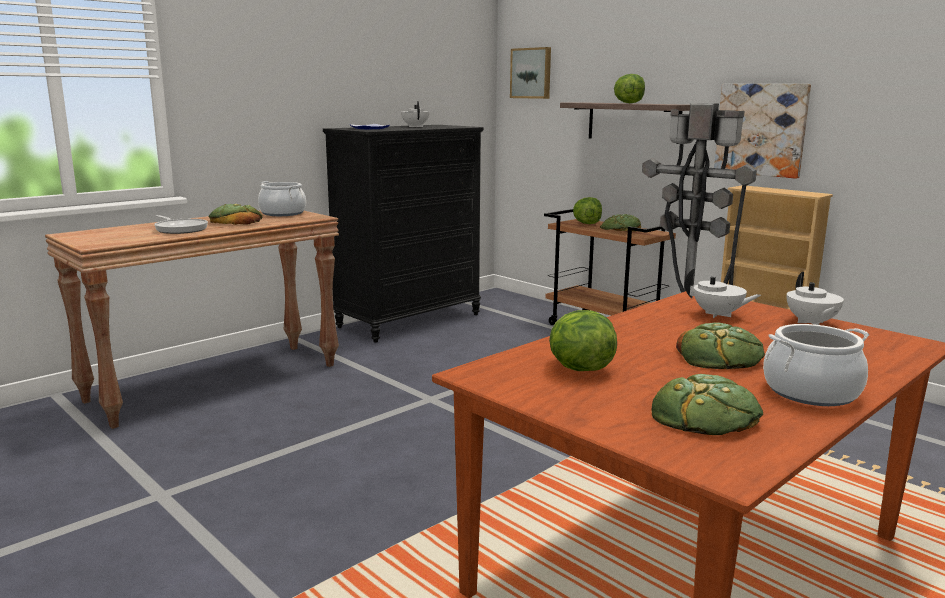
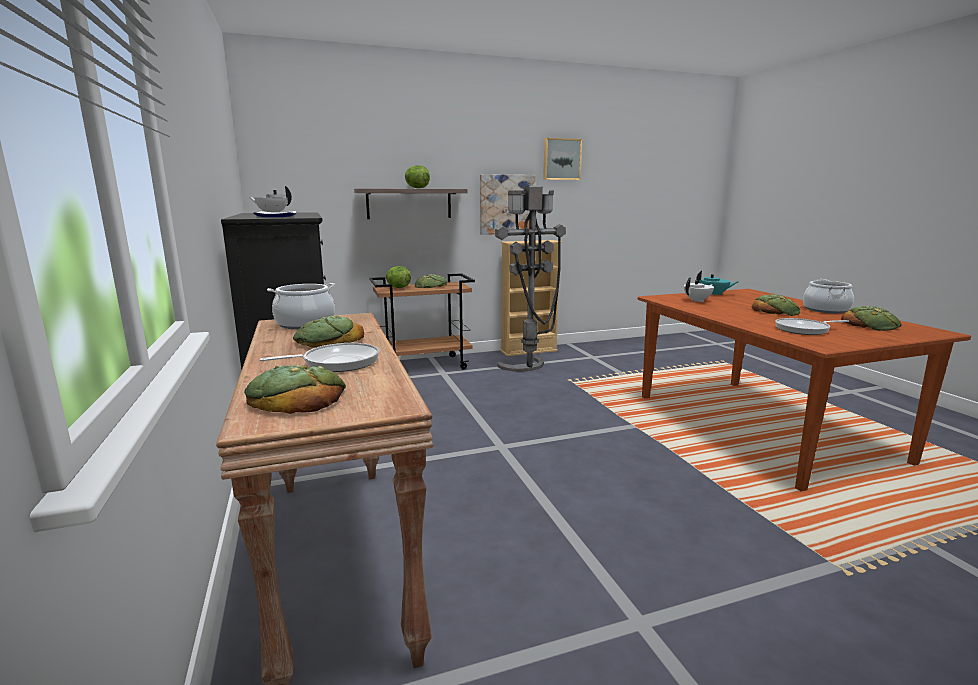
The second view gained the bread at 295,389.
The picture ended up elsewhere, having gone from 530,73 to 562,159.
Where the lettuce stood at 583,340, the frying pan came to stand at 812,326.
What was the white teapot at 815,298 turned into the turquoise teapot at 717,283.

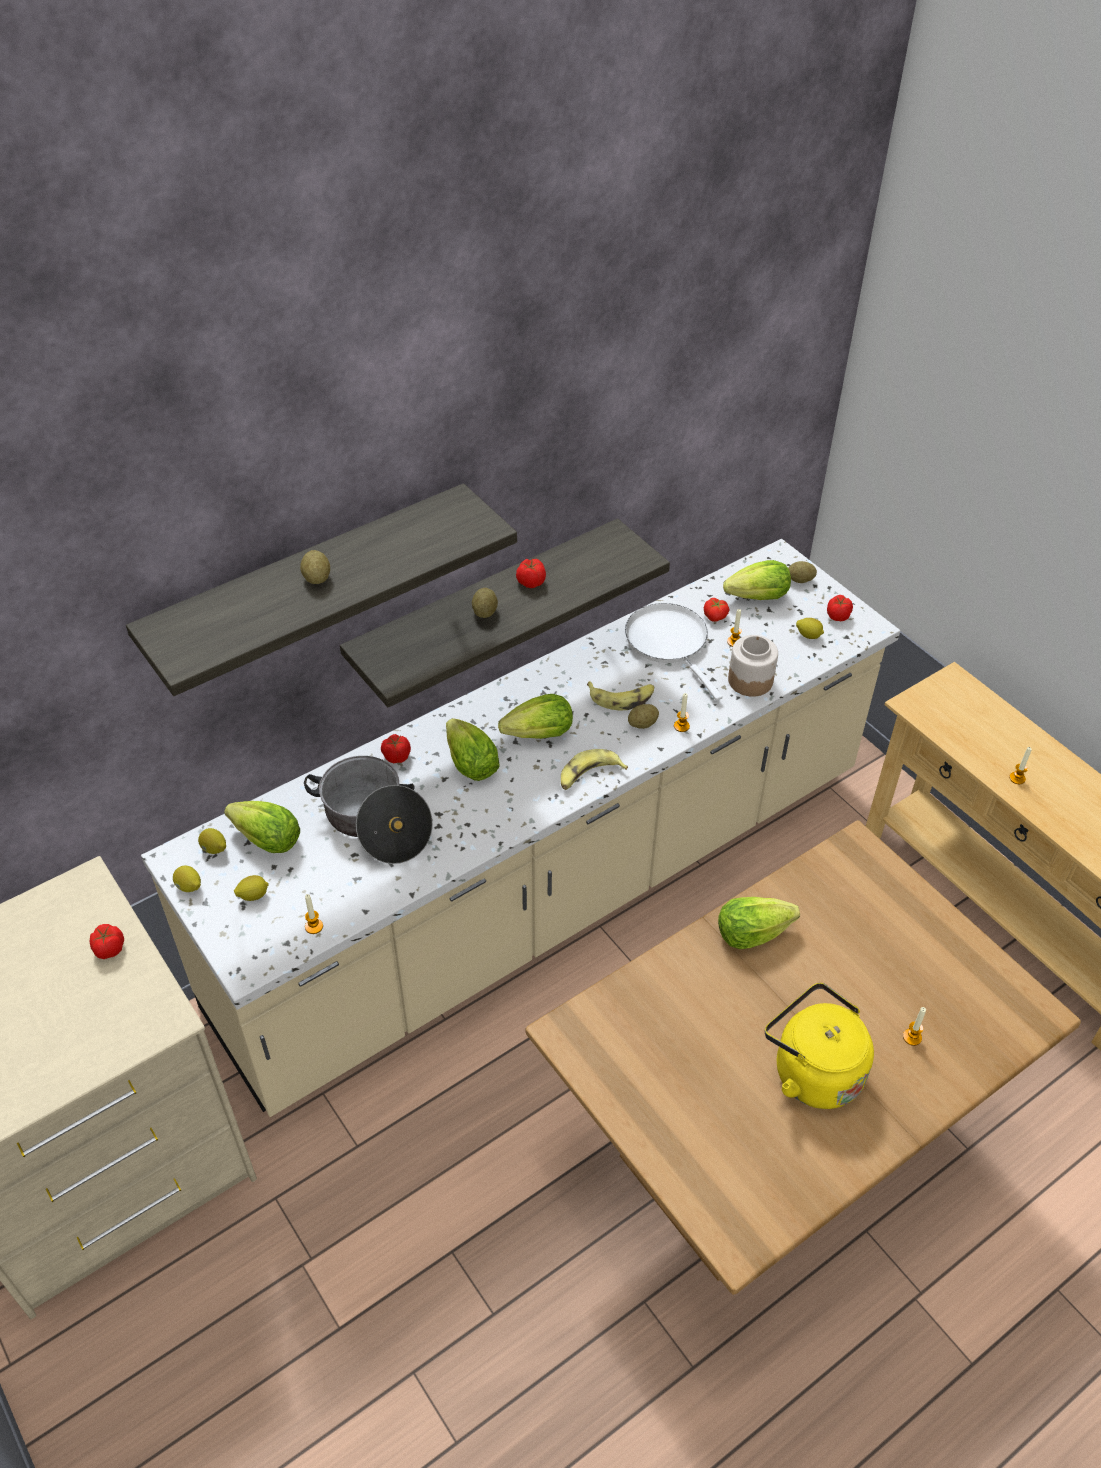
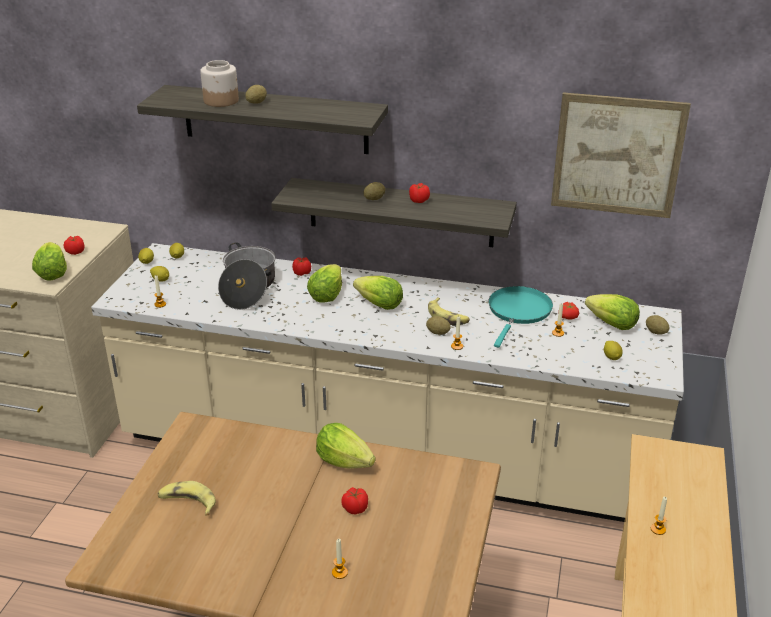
The second view lost the yellow kettle at 819,1046.
The second view gained the picture at 621,155.
The lettuce ended up elsewhere, having gone from 262,827 to 49,261.
The banana ended up elsewhere, having gone from 594,769 to 186,498.
The jar ended up elsewhere, having gone from 753,666 to 219,83.
The tomato ended up elsewhere, having gone from 840,608 to 354,501.
What was the white frying pan at 674,652 turned into the turquoise frying pan at 520,317.

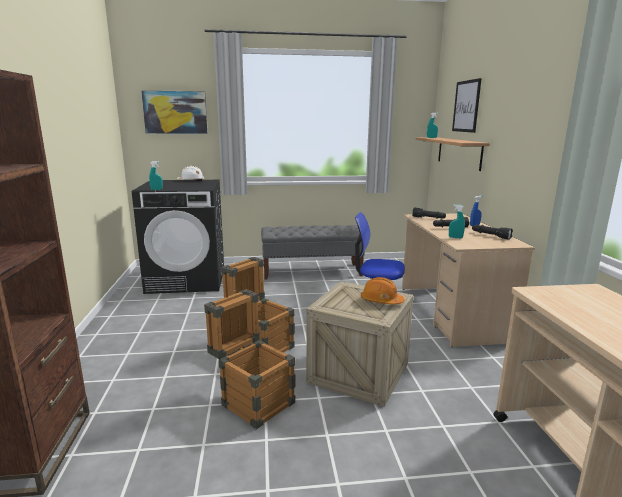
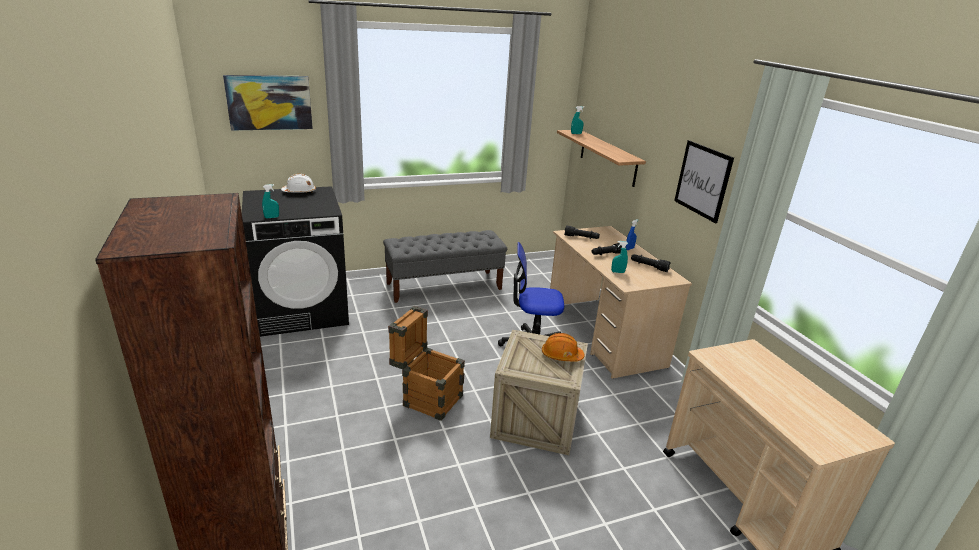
The second view lost the crate at 249,359.
The picture ended up elsewhere, having gone from 467,105 to 704,181.

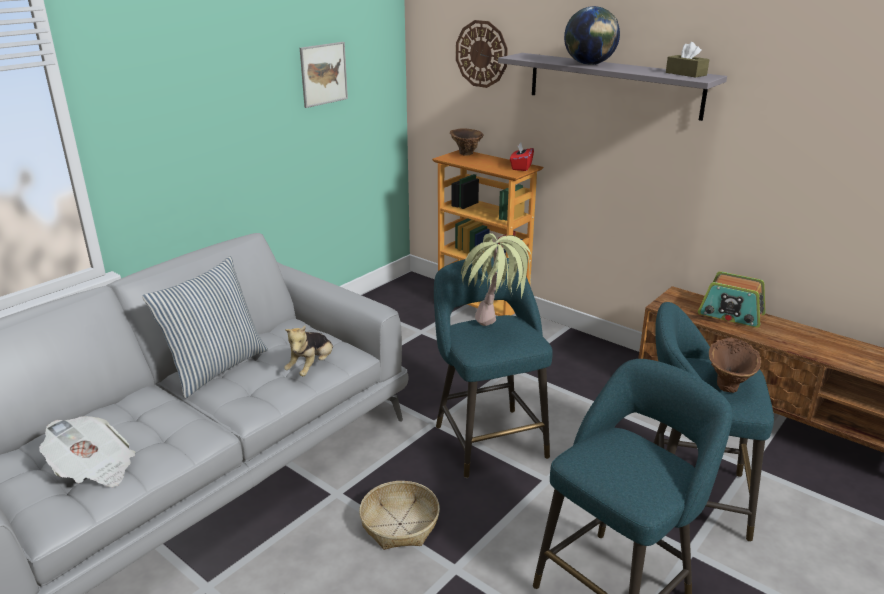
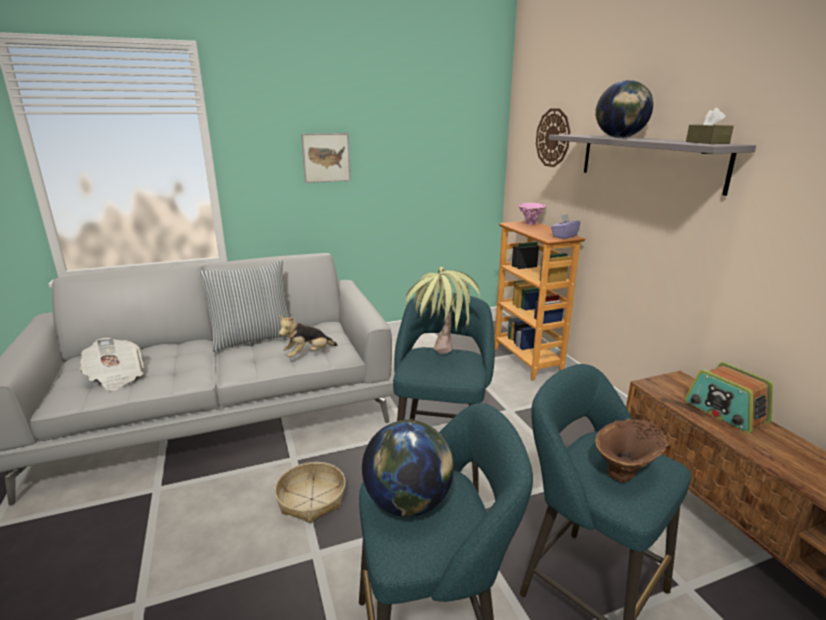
The second view gained the globe at 408,468.
The picture ended up elsewhere, having gone from 324,75 to 326,158.
What was the brown vase at 467,142 turned into the pink vase at 532,214.
What was the red tissue box at 522,157 turned into the purple tissue box at 566,226.

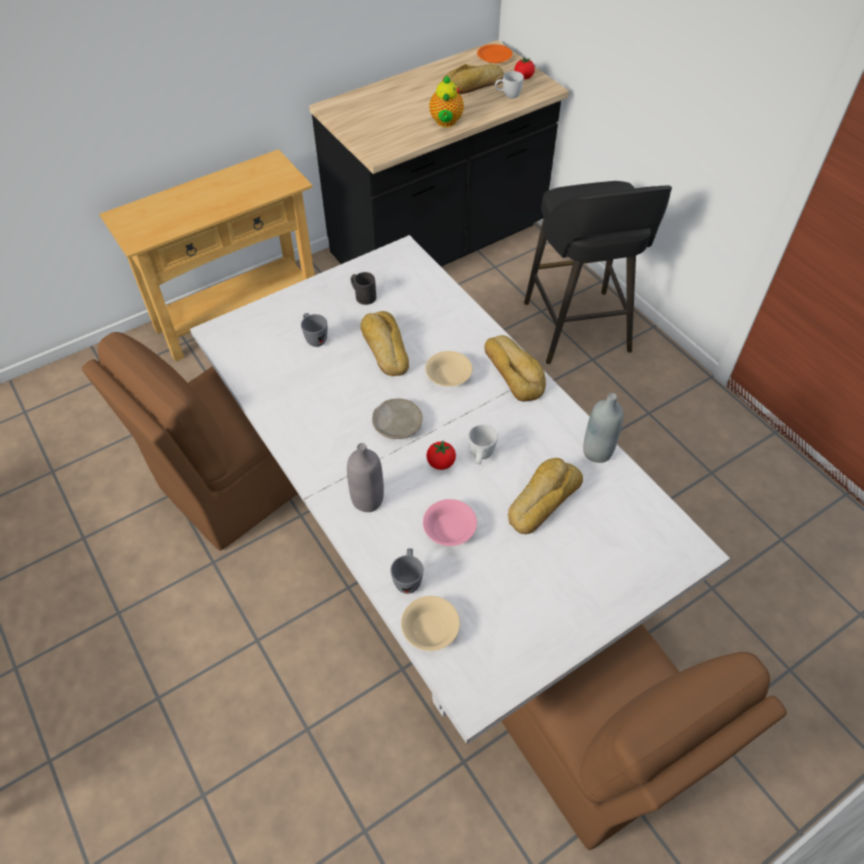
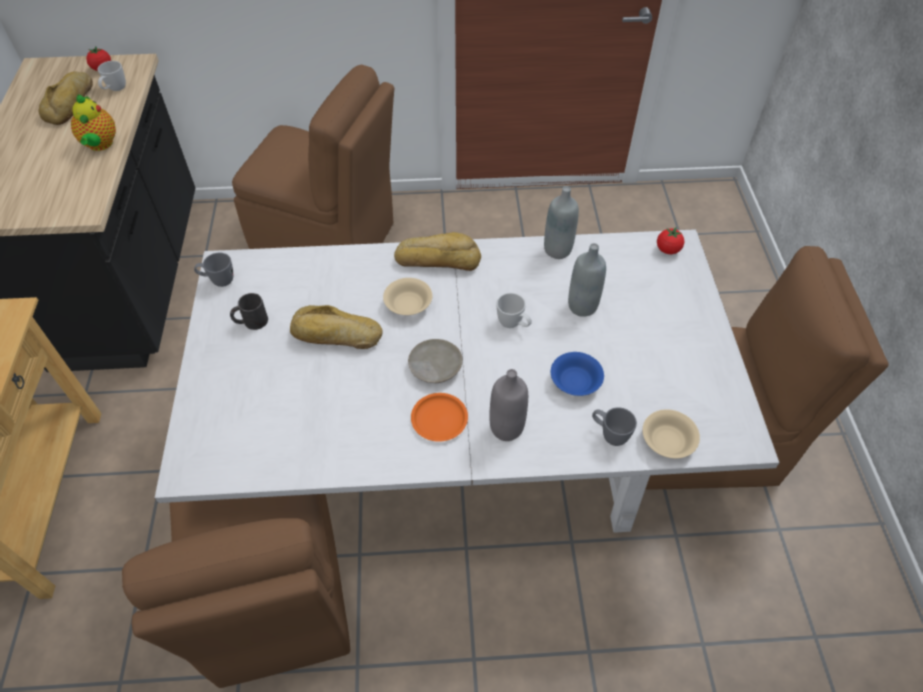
The grey mug ended up elsewhere, having gone from 314,330 to 213,270.
The tomato ended up elsewhere, having gone from 441,455 to 670,240.
The orange plate ended up elsewhere, having gone from 495,53 to 439,417.
Where the bread stood at 545,496, the grey bottle came to stand at 587,280.
Where the black stool stood at 598,272, the brown chair came to stand at 313,157.
What was the pink bowl at 450,522 turned into the blue bowl at 577,374.
The teapot at 446,101 ended up facing another way, 45 degrees clockwise from before.

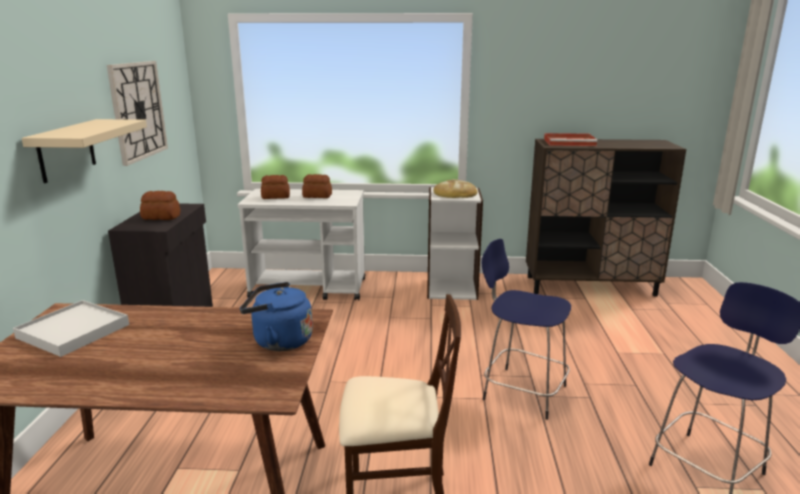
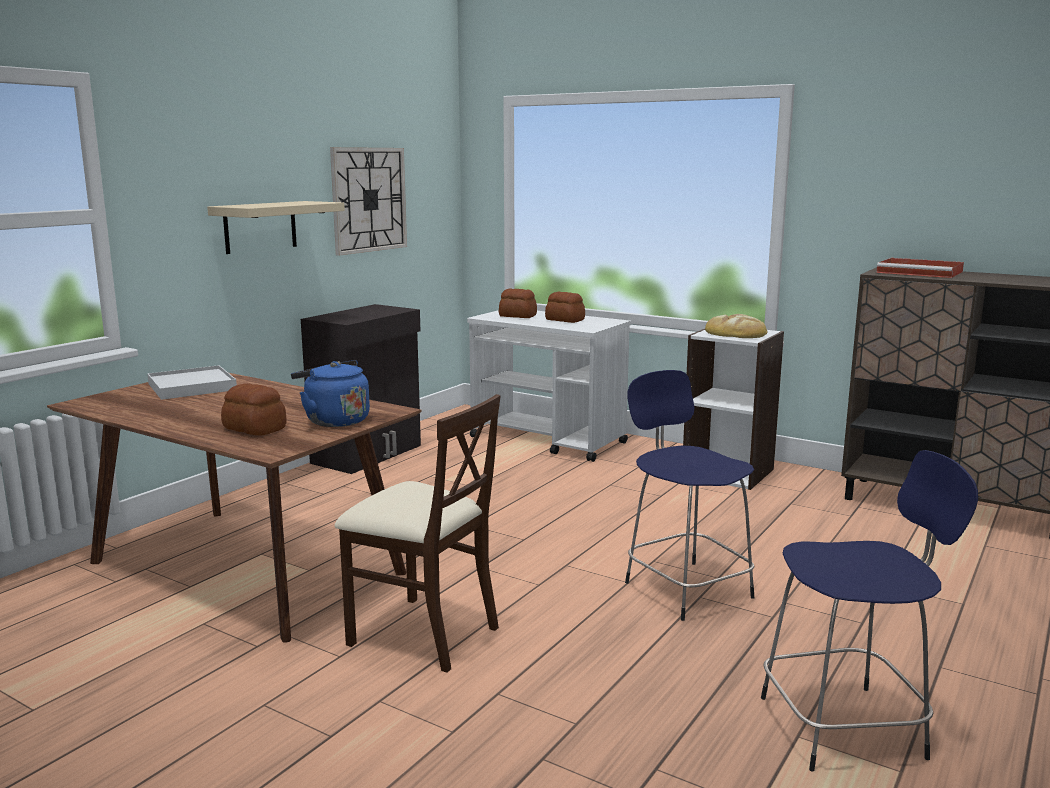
The bread ended up elsewhere, having gone from 160,205 to 254,409.

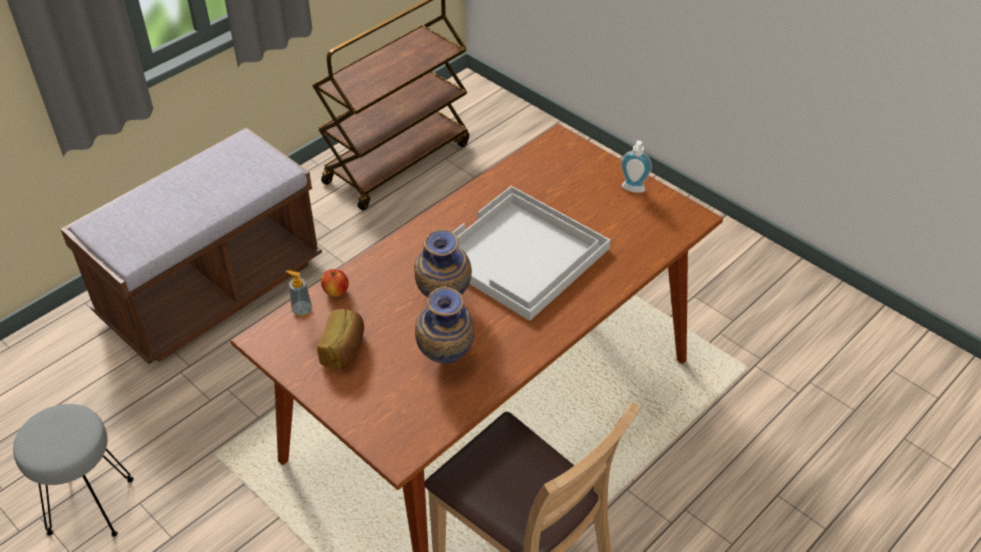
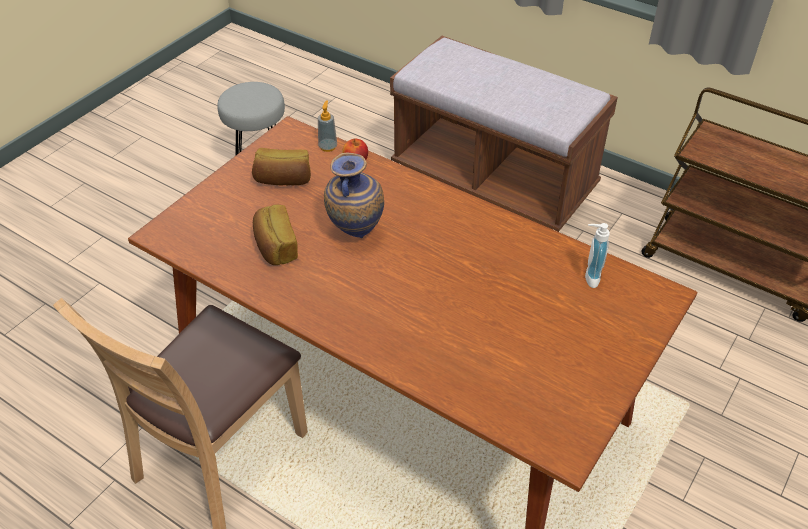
The second view lost the white tray at 531,253.
The soap dispenser ended up elsewhere, having gone from 636,166 to 597,255.
Where the vase stood at 445,325, the bread came to stand at 275,235.

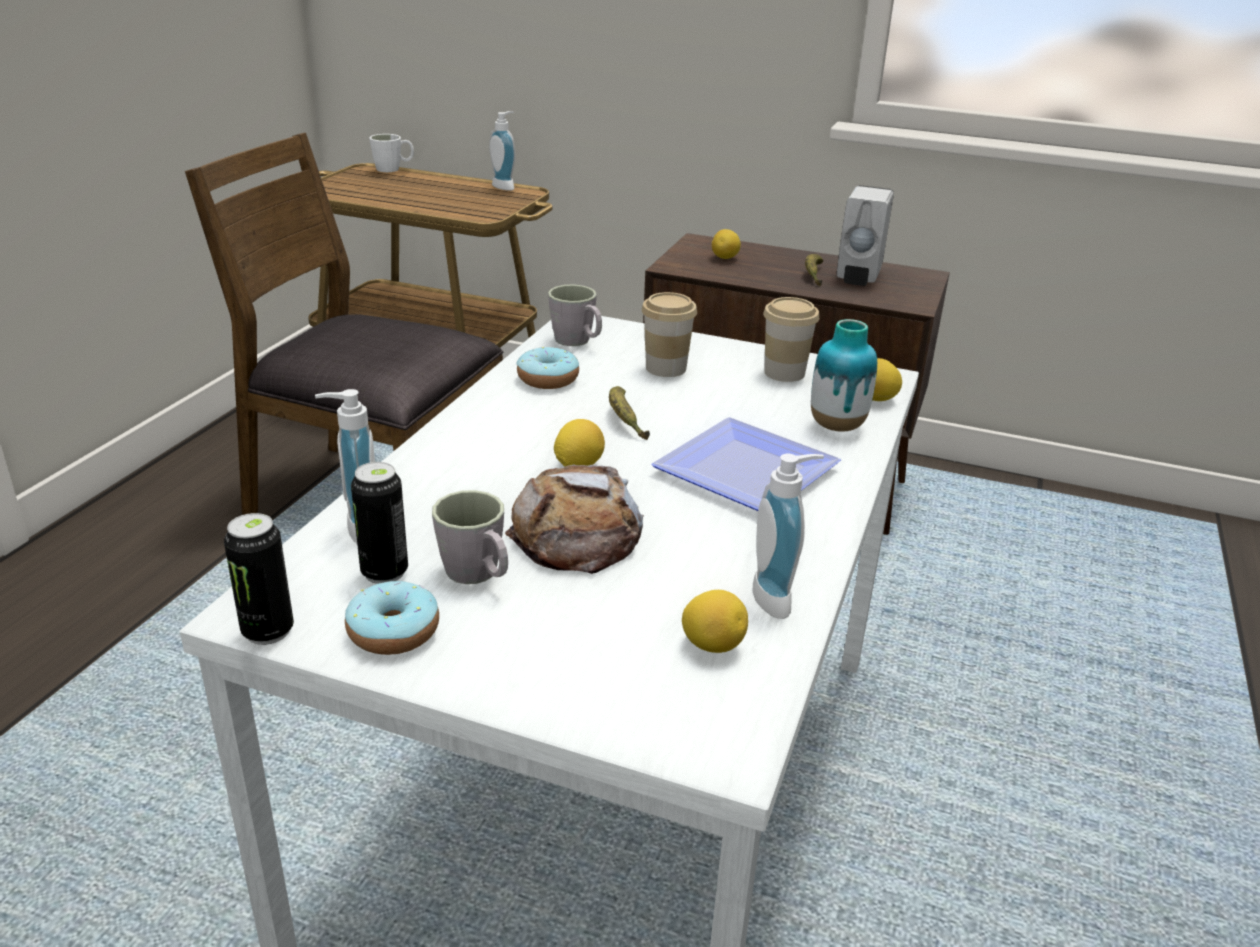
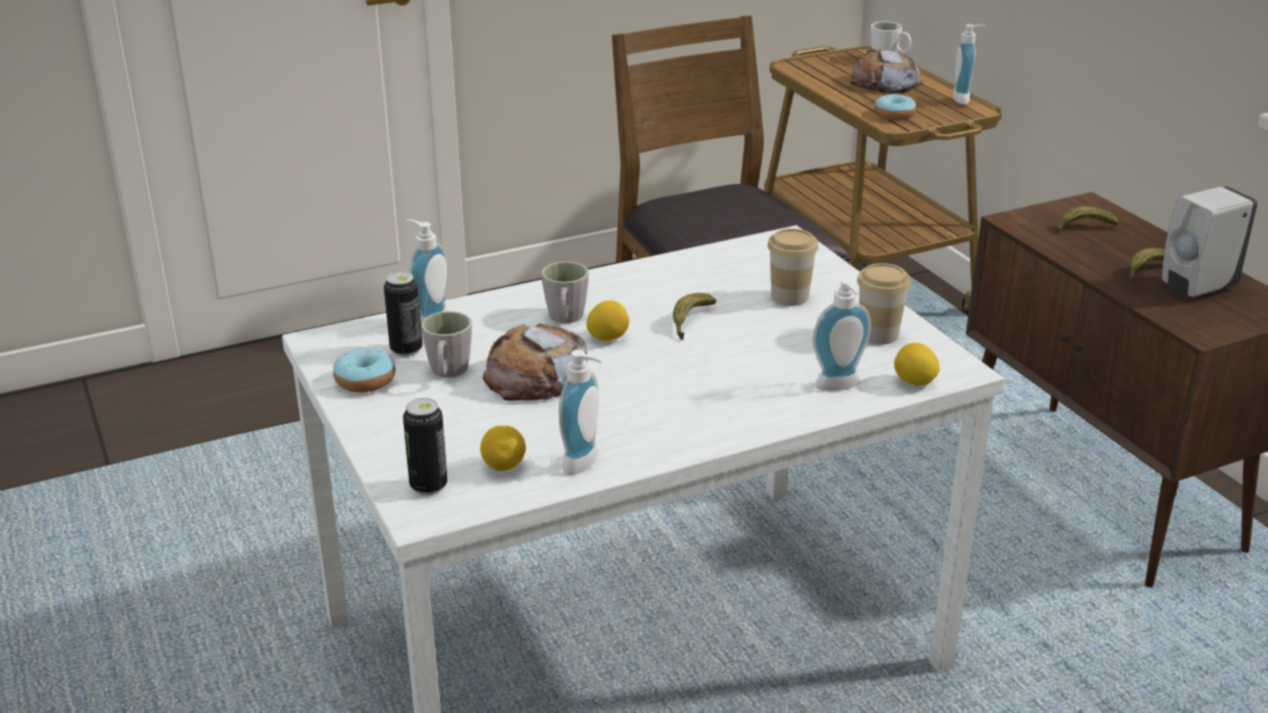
The second view lost the plate at 746,464.
The second view gained the bread at 887,71.
The can ended up elsewhere, having gone from 259,579 to 425,446.
The donut ended up elsewhere, having gone from 547,368 to 895,107.
The grey mug ended up elsewhere, having gone from 575,315 to 565,292.
Where the lemon stood at 726,244, the banana came to stand at 1087,219.
Where the vase stood at 844,375, the soap dispenser came to stand at 842,335.

